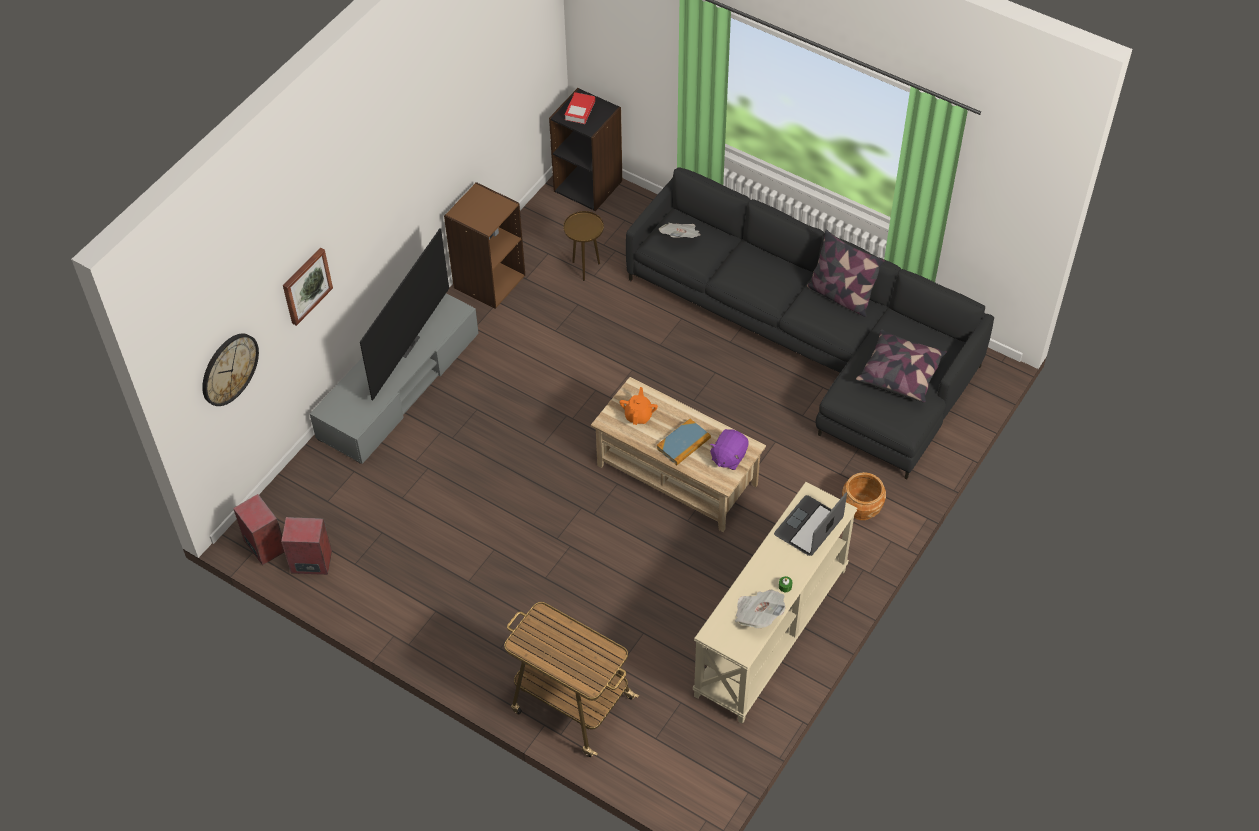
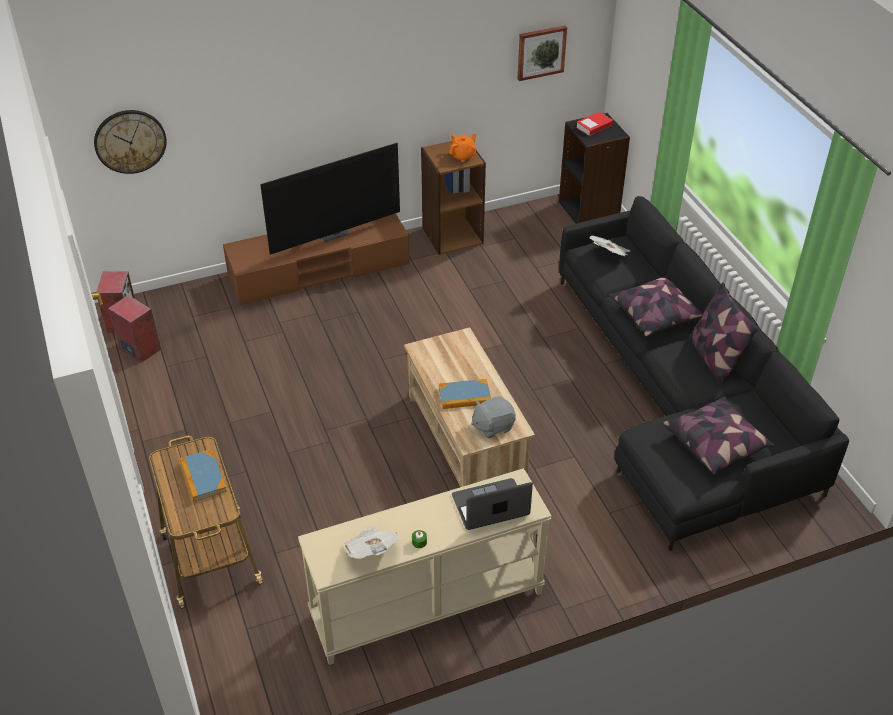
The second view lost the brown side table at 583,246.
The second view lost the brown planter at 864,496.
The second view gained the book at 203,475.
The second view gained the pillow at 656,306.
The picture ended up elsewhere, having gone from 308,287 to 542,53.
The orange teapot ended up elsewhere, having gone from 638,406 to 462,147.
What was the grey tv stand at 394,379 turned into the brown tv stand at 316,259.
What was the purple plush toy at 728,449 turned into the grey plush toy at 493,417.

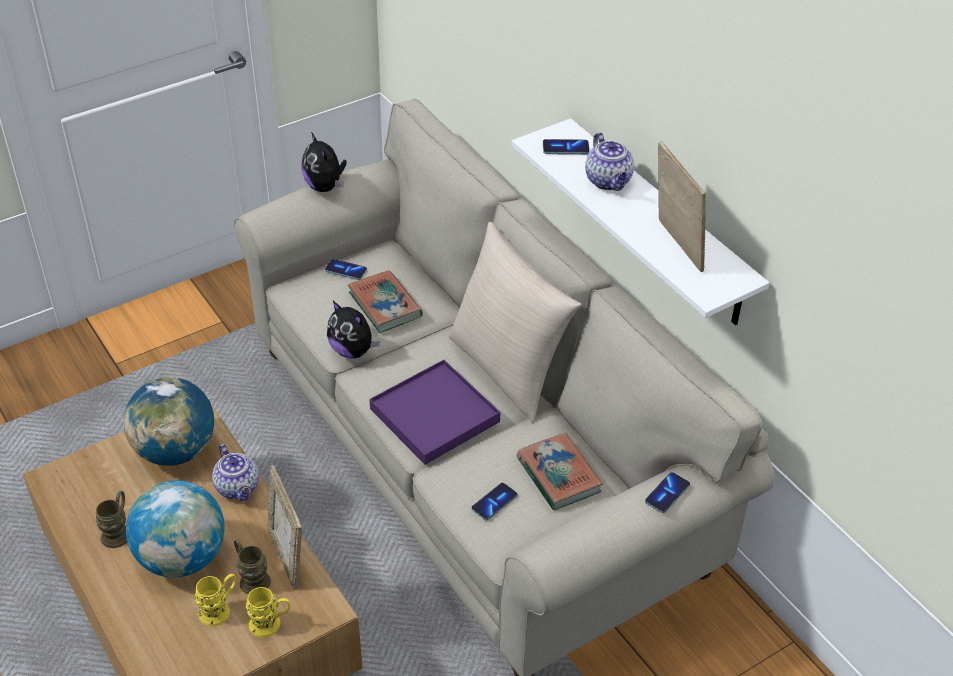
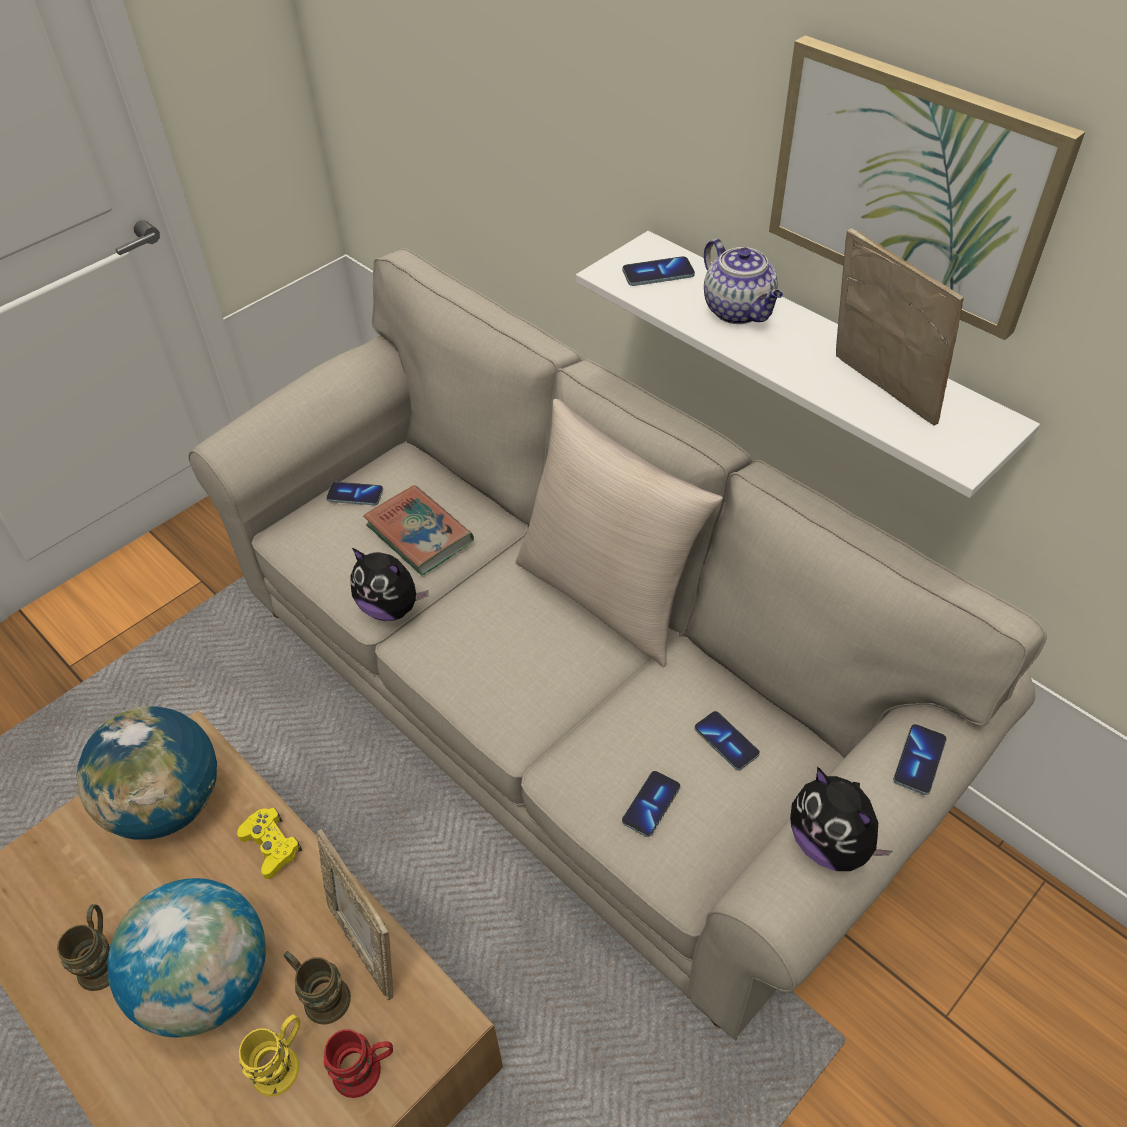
The second view lost the purple tray at 434,412.
The second view gained the picture at 927,187.
The plush toy ended up elsewhere, having gone from 324,162 to 841,819.
Where the teapot stood at 235,472, the yellow game controller came to stand at 269,843.
Where the book stood at 560,471, the phone came to stand at 727,740.
What was the yellow mug at 268,612 turned into the red mug at 358,1063.

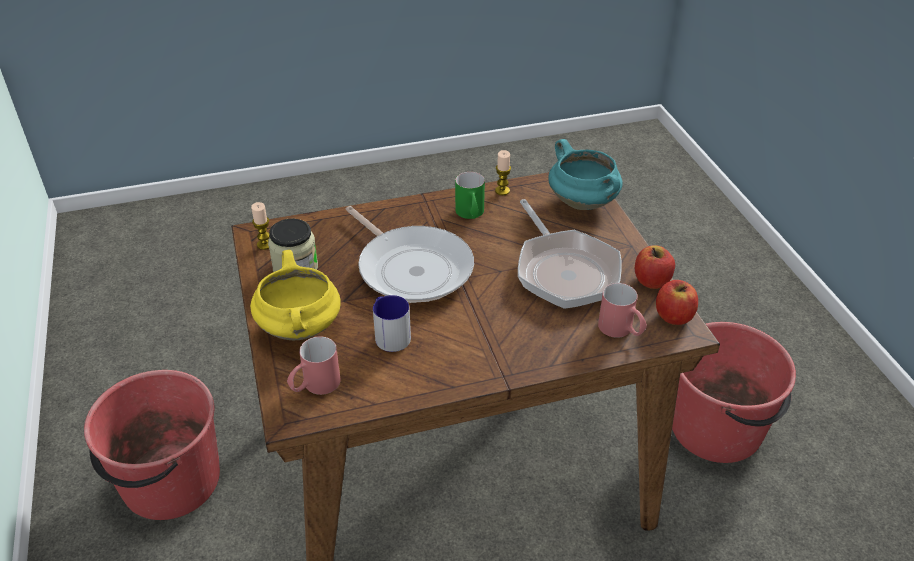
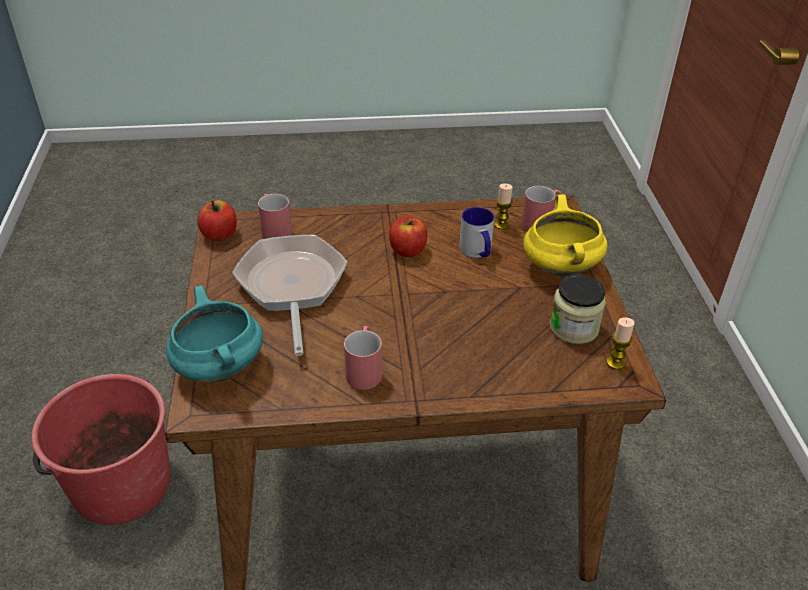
The second view lost the red bucket at 152,445.
The second view lost the frying pan at 409,254.
The candle ended up elsewhere, having gone from 503,172 to 503,206.
The apple ended up elsewhere, having gone from 655,267 to 408,236.
What was the green mug at 470,195 turned into the red mug at 363,358.

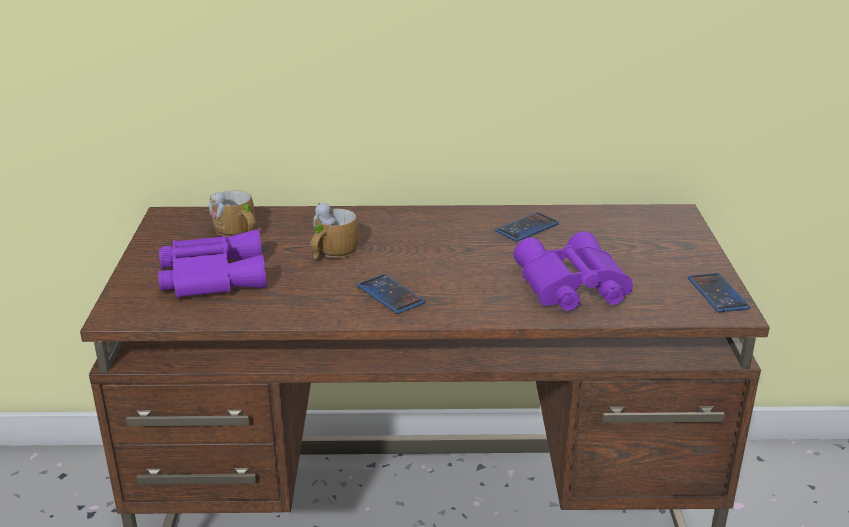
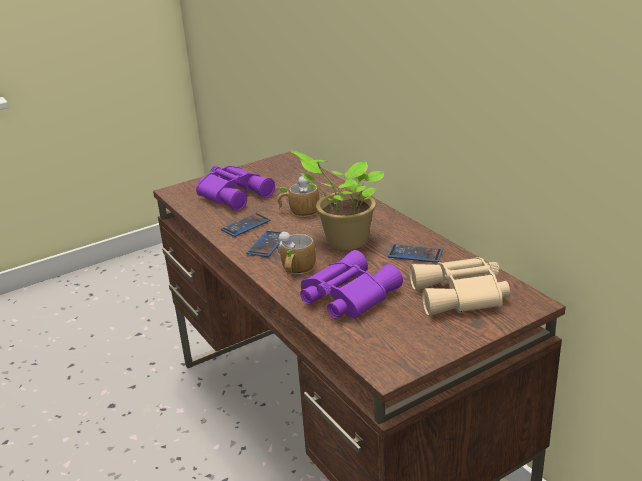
The second view gained the potted plant at 337,200.
The second view gained the beige binoculars at 459,286.
The mug ended up elsewhere, having gone from 232,213 to 297,255.
The phone ended up elsewhere, having gone from 719,292 to 245,225.

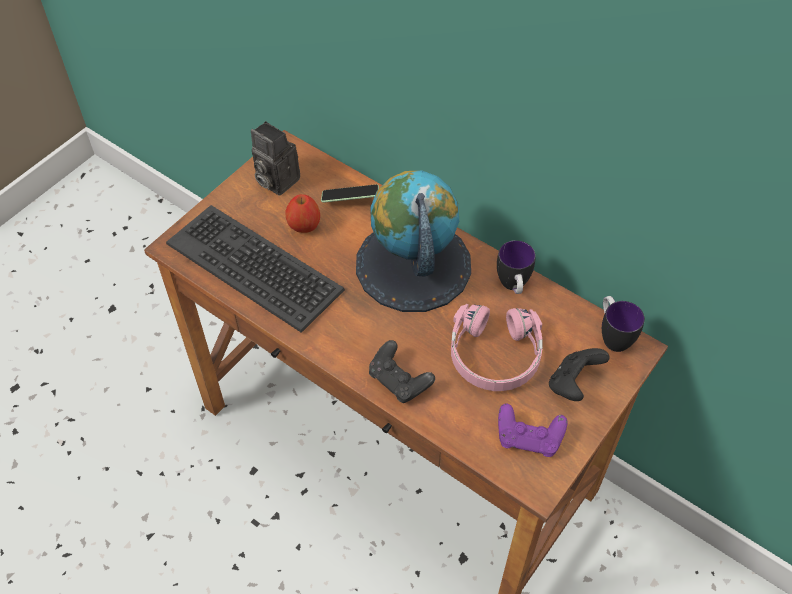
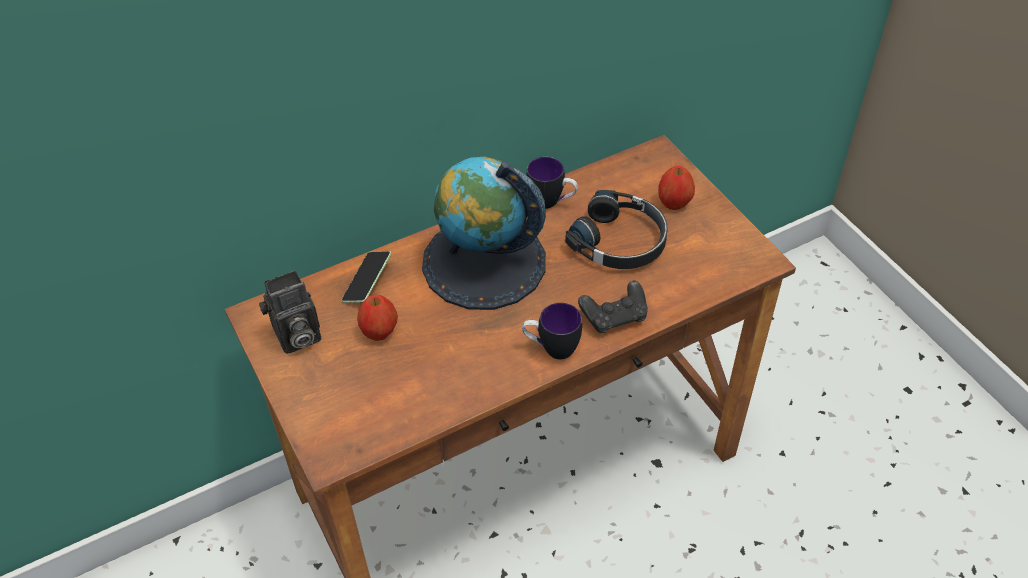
The second view lost the keyboard at 255,269.
The second view lost the purple game controller at 532,430.
The mug ended up elsewhere, having gone from 623,324 to 552,331.
Where the black game controller stood at 579,374, the apple came to stand at 676,188.
What was the pink headphones at 497,347 turned into the black headphones at 616,229.

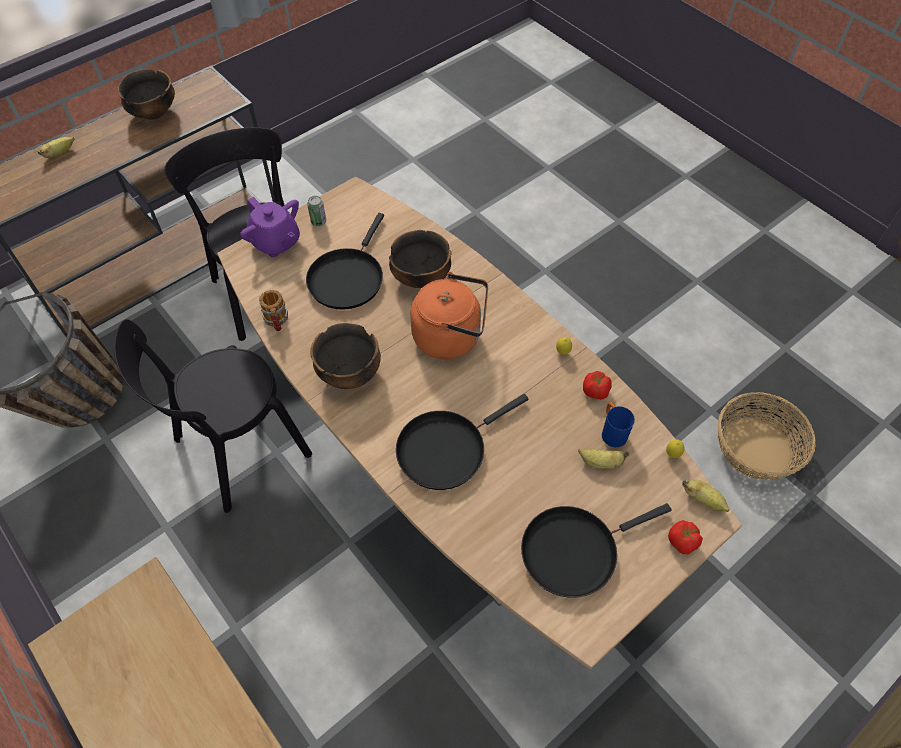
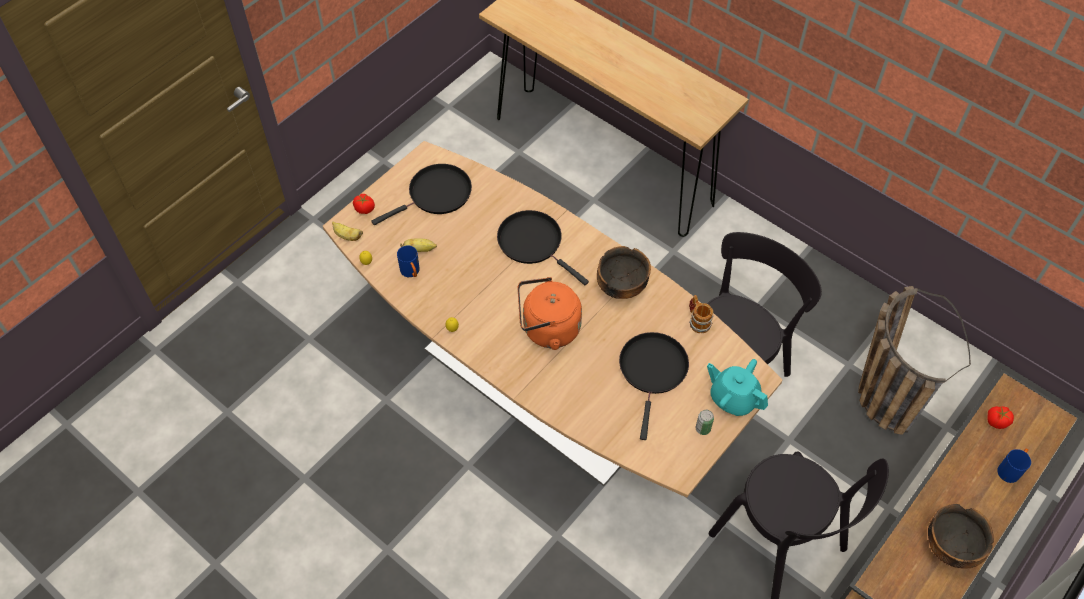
The second view lost the bowl at 420,259.
The second view lost the basket at 767,436.
The tomato ended up elsewhere, having gone from 597,385 to 1000,417.
Where the banana stood at 56,147, the blue mug came to stand at 1014,466.
What was the purple teapot at 270,227 turned into the turquoise teapot at 737,387.
The black frying pan at 462,442 ended up facing another way, 90 degrees counterclockwise from before.

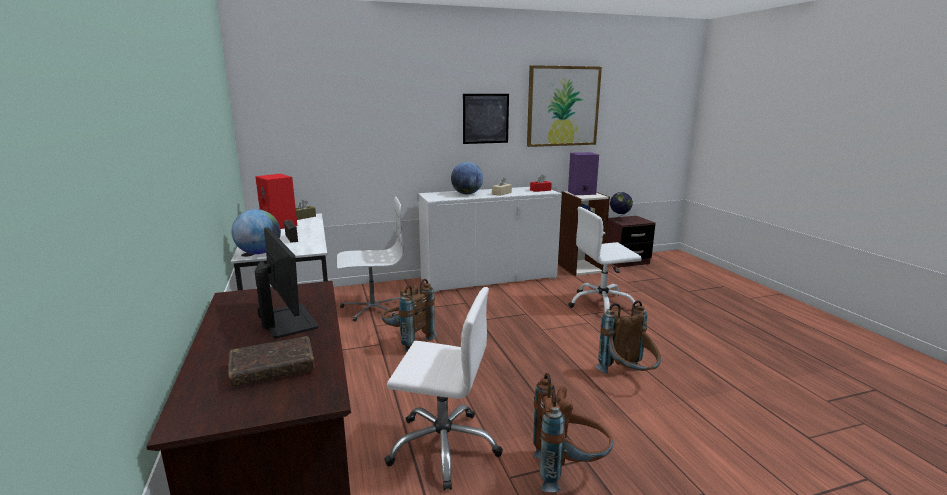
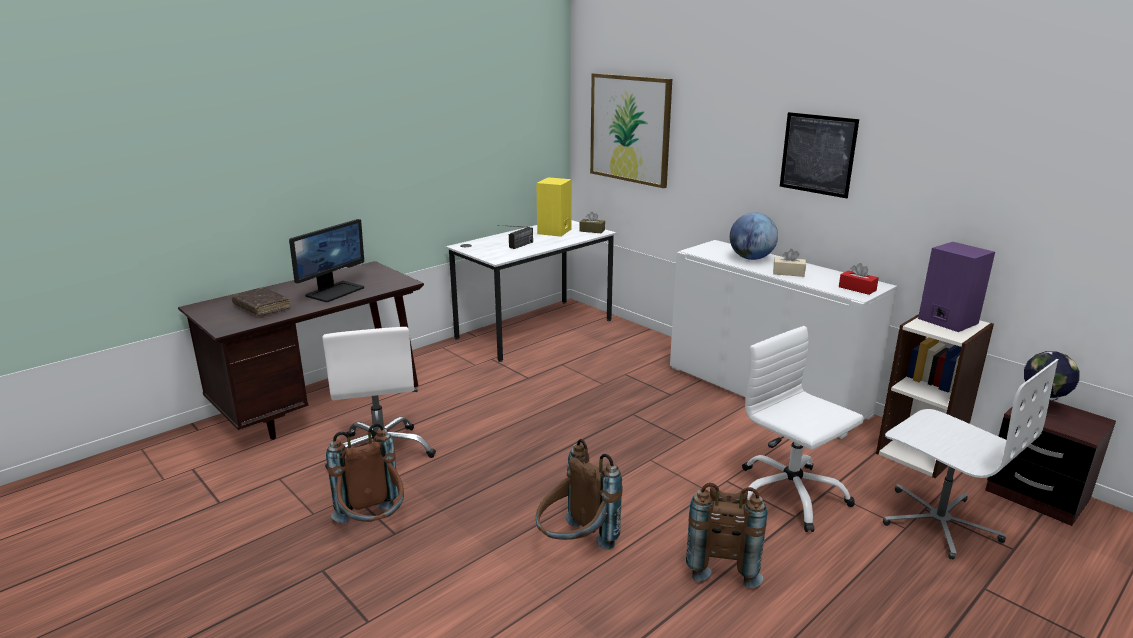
The second view lost the globe at 256,231.
The white office chair ended up elsewhere, having gone from 370,258 to 971,459.
The brown backpack ended up elsewhere, having gone from 409,315 to 726,535.
The picture ended up elsewhere, having gone from 564,106 to 631,130.
What was the red speaker at 276,201 turned into the yellow speaker at 554,207.

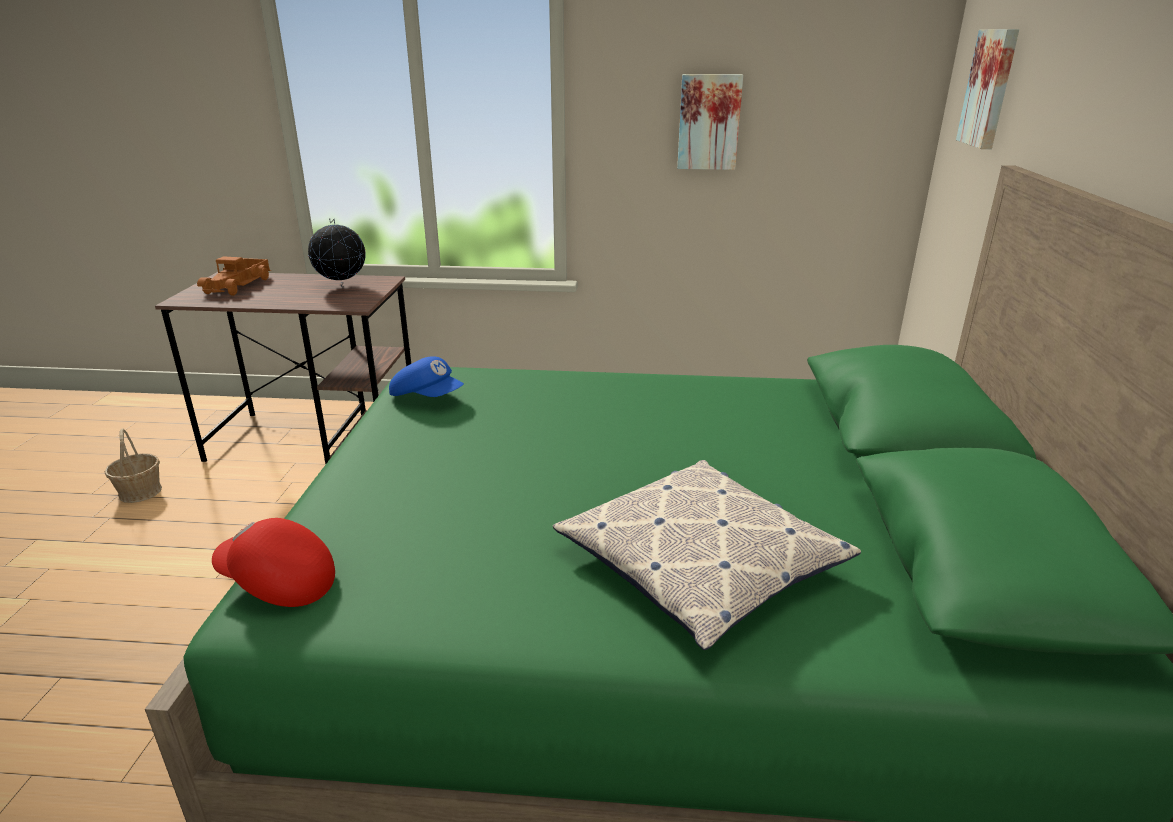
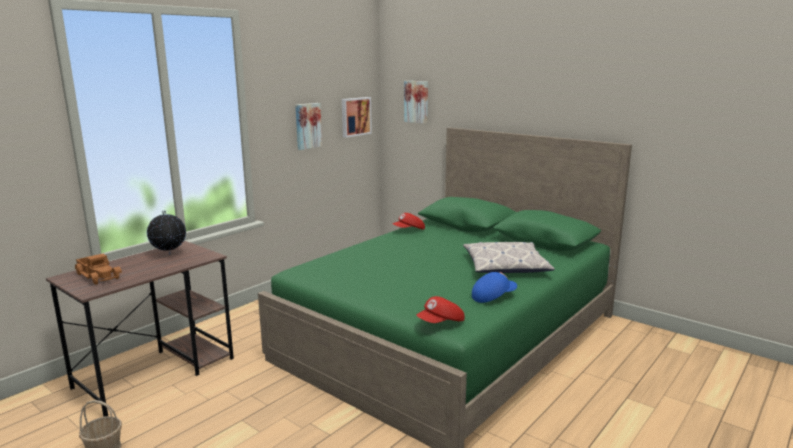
The second view gained the picture at 357,117.
The second view gained the red cap at 408,221.
The blue cap ended up elsewhere, having gone from 426,376 to 494,287.

